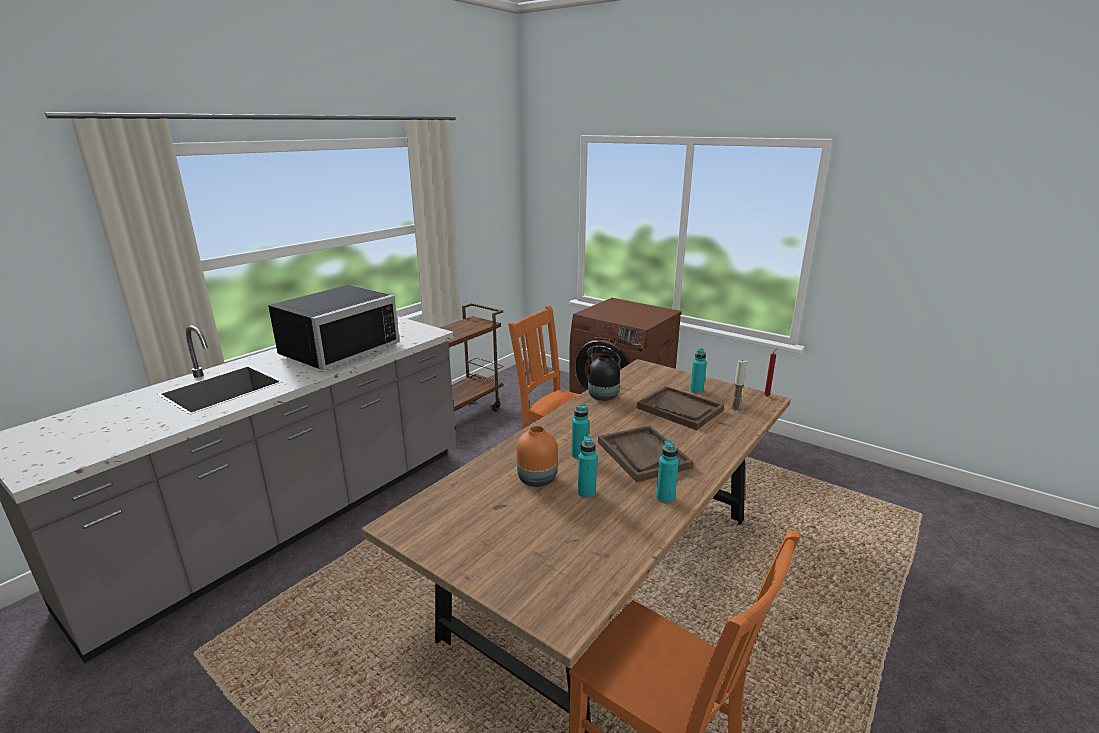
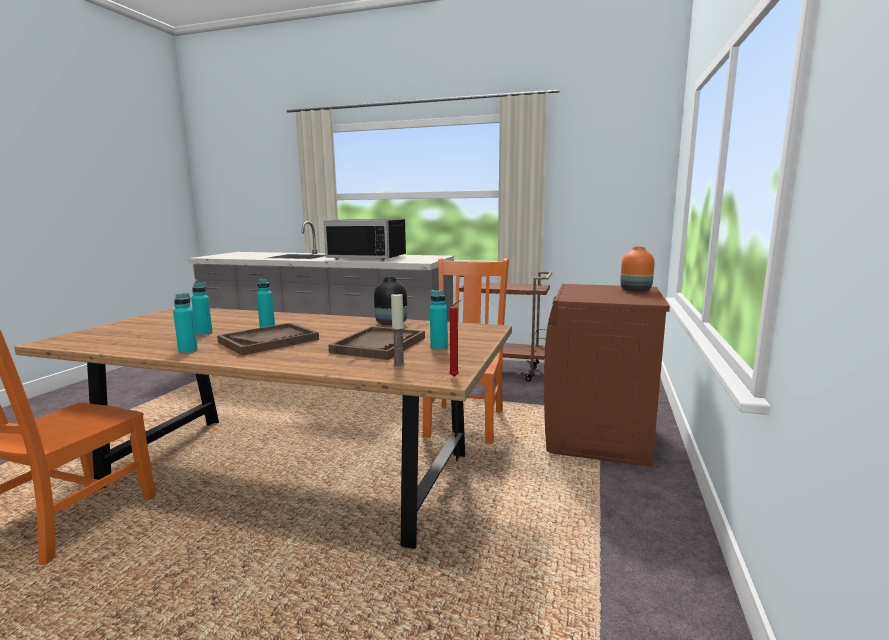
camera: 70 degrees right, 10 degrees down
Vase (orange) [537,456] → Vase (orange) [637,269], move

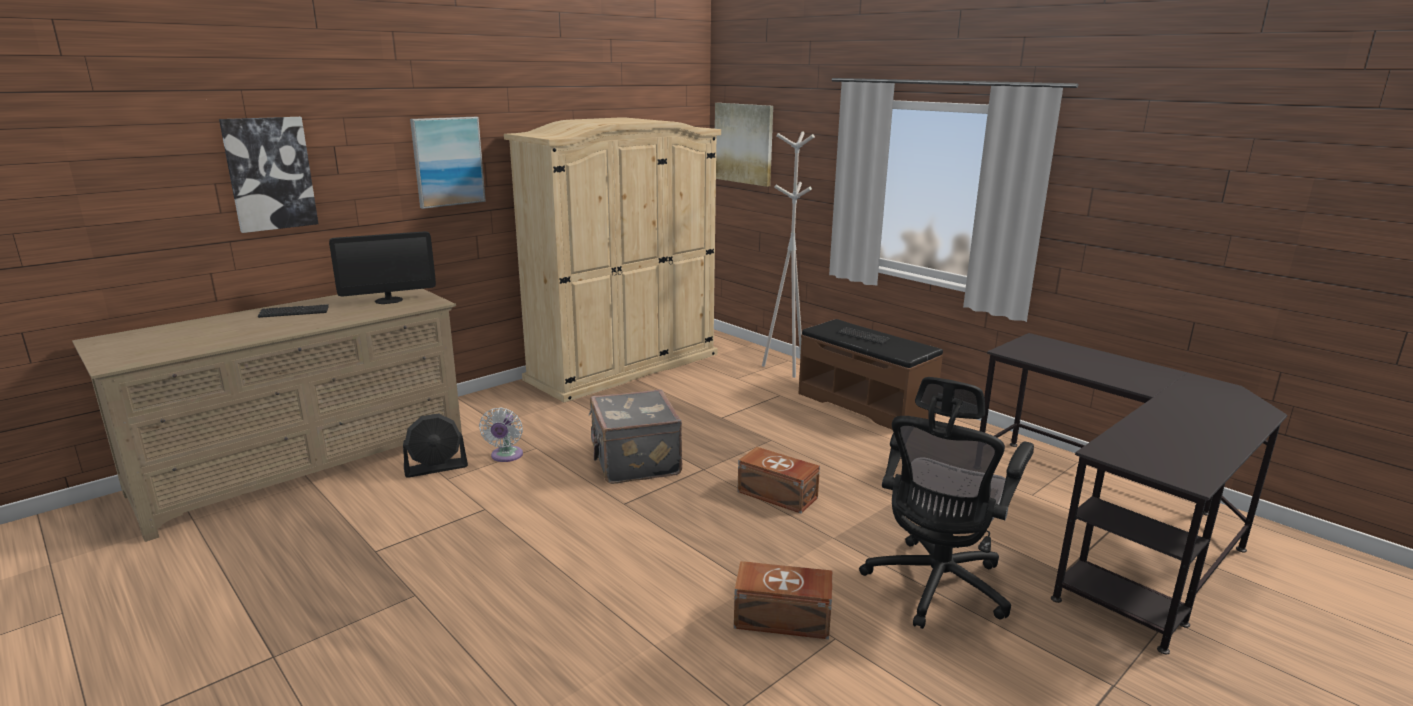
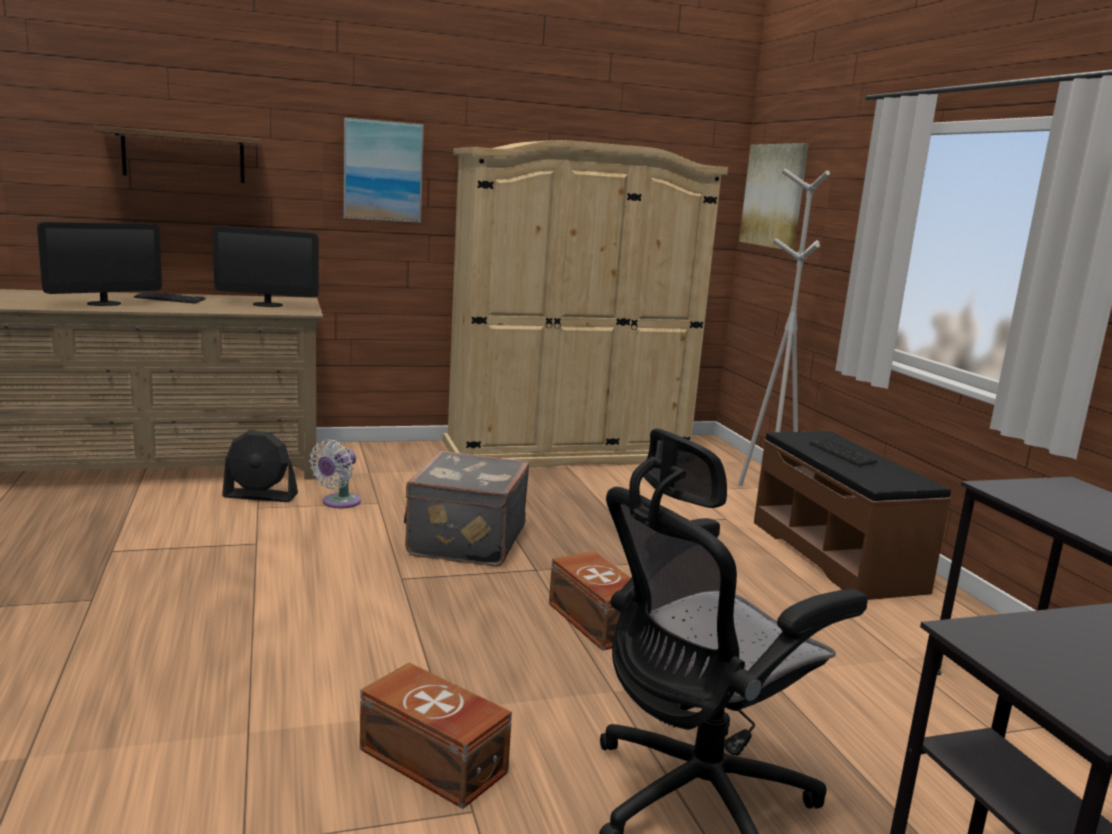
camera: 25 degrees right, 5 degrees down
Bild [269,175] → Wandregal [177,154]
- → Monitor [99,264]

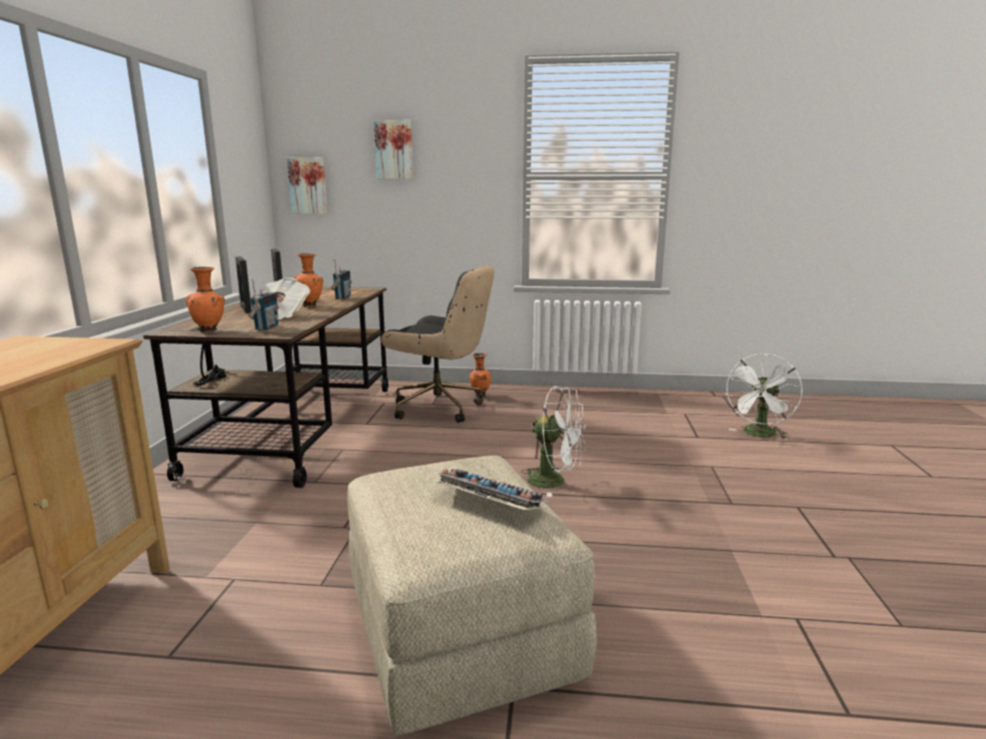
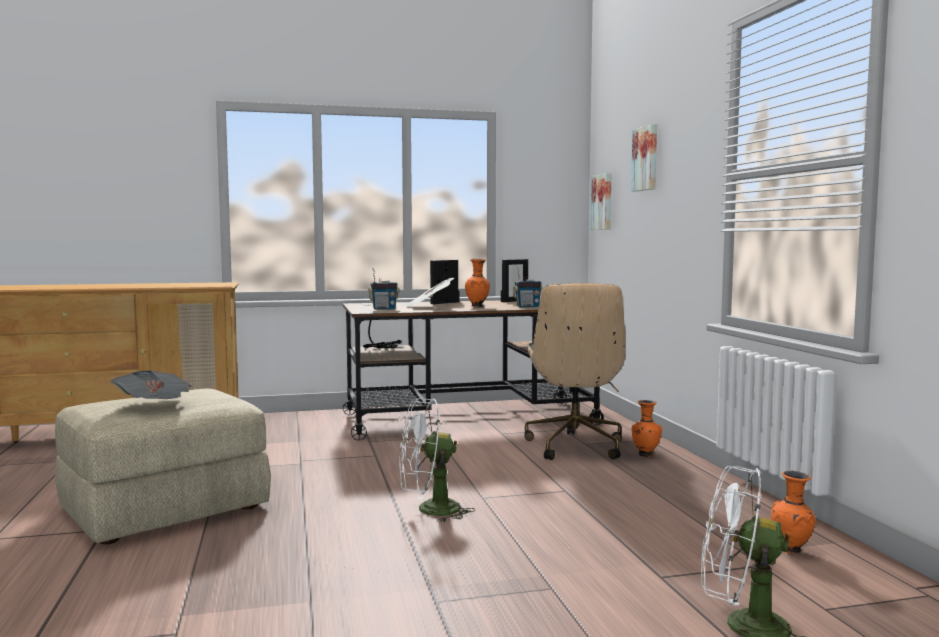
camera: 70 degrees right, 10 degrees down
Vase (orange) [205,300] → Vase (orange) [793,512], move
Ventilator (weiß) [553,441] → Ventilator (weiß) [437,460], 75 degrees clockwise
Tastatur [489,489] → Zeitung [151,384]

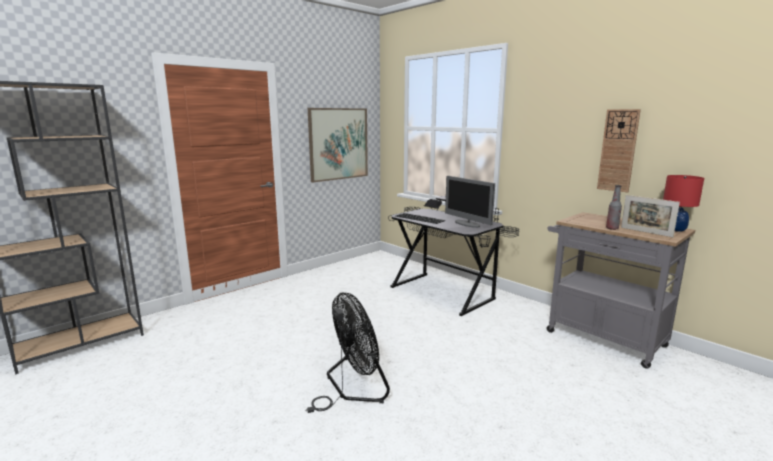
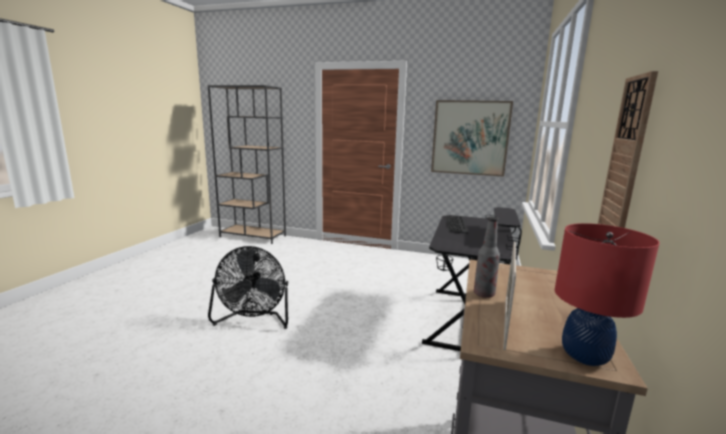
camera: 60 degrees right, 0 degrees up
Monitor [470,202] → -
Ventilator (schwarz) [348,352] → Ventilator (schwarz) [248,287], 60 degrees clockwise

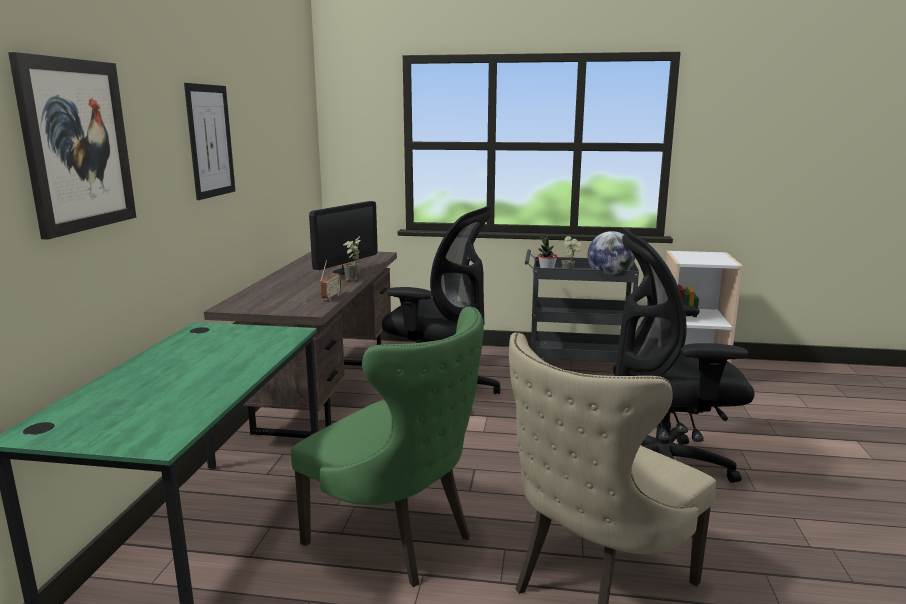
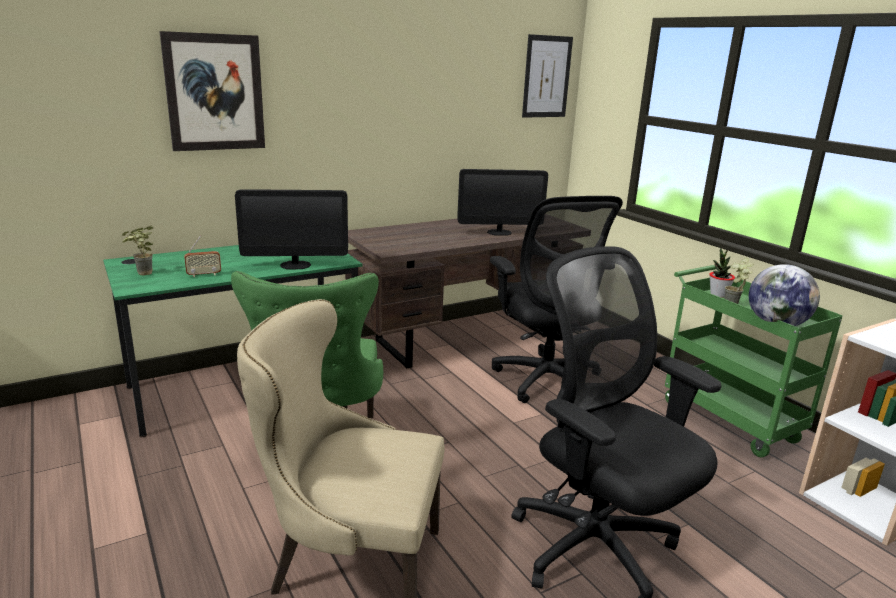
camera: 50 degrees right, 5 degrees up
Bild [209,141] → Bild [547,76], move
Topfpflanze [352,258] → Topfpflanze [138,250], move
Rollwagen (grau) [582,312] → Rollwagen (grün) [753,360]
Radio [330,280] → Radio [202,256], move
- → Monitor [291,229]

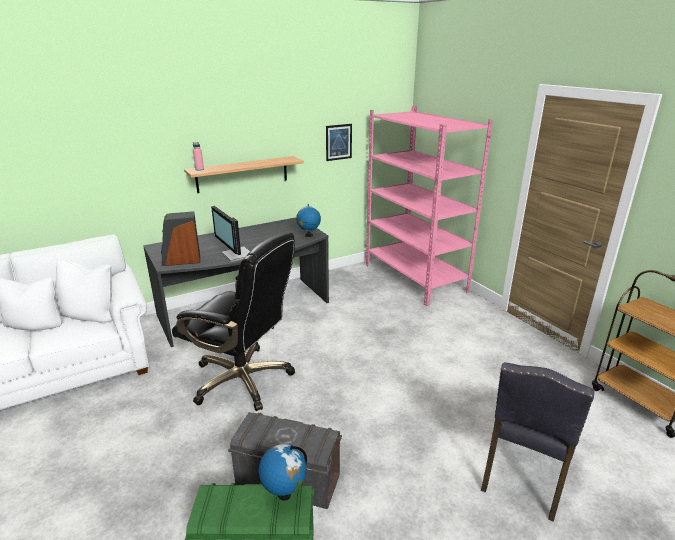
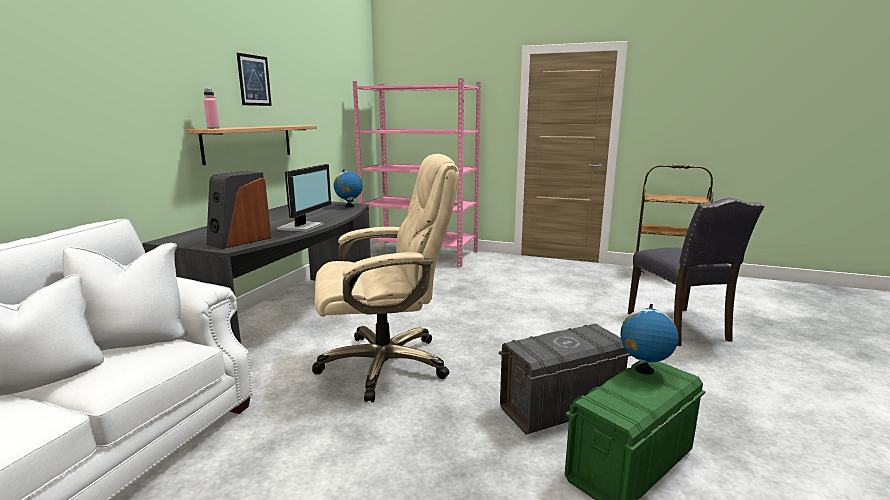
camera: 40 degrees left, 10 degrees down
Bild [339,142] → Bild [254,79], move
Monitor [230,234] → Monitor [304,198], 90 degrees counterclockwise
Bürostuhl (schwarz) [233,321] → Bürostuhl (beige) [385,278]

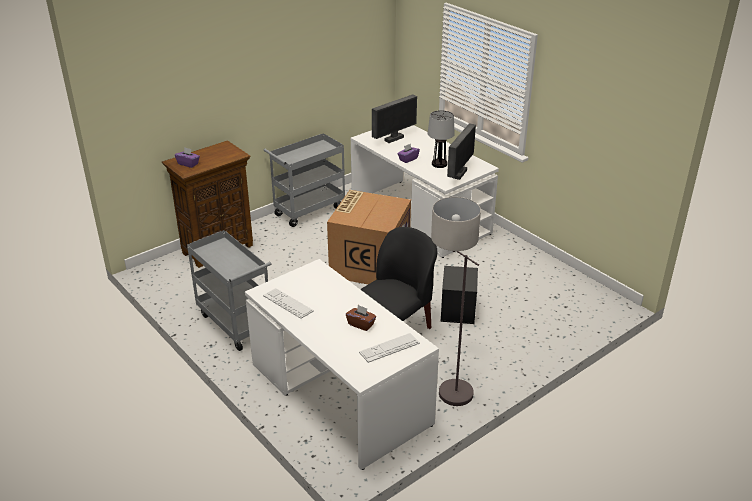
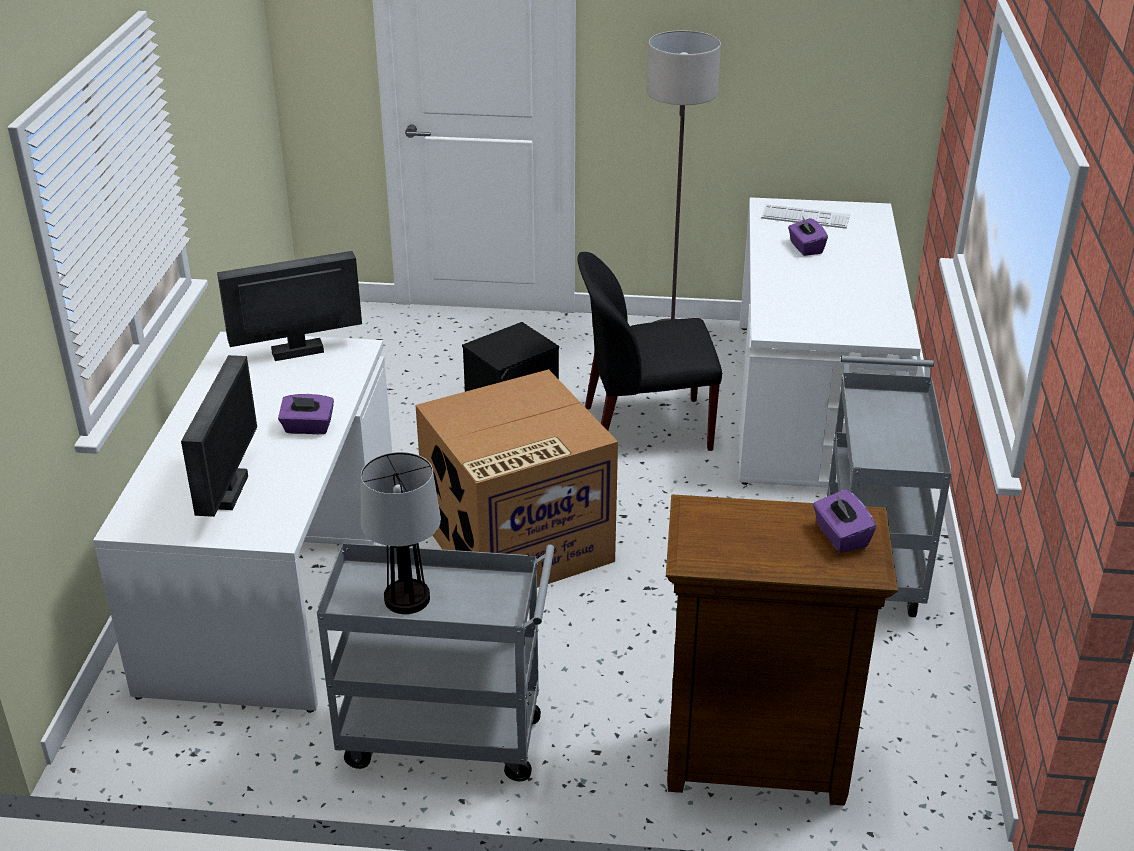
camera: 135 degrees left, 0 degrees up
Monitor [394,118] → Monitor [219,436], 90 degrees clockwise
Tischlampe [441,139] → Tischlampe [401,533], move
Tastatur [288,303] → -
Taschentuchbox (braun) [361,318] → Taschentuchbox (lila) [808,236]

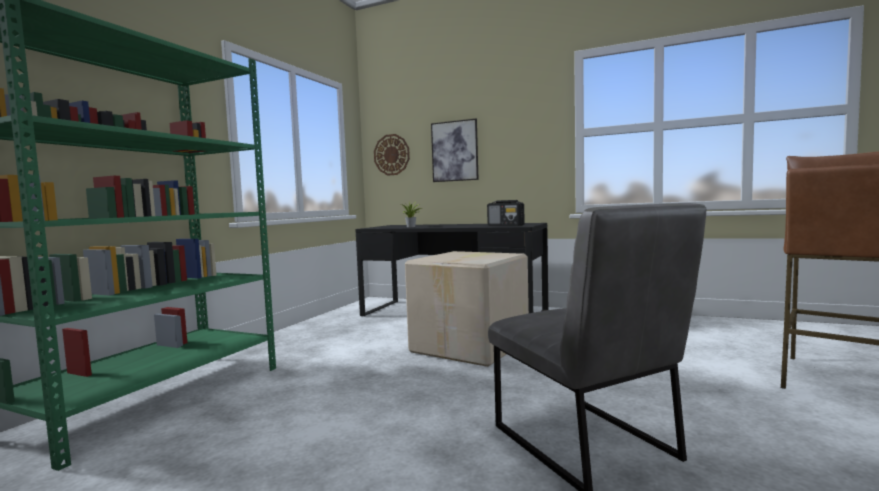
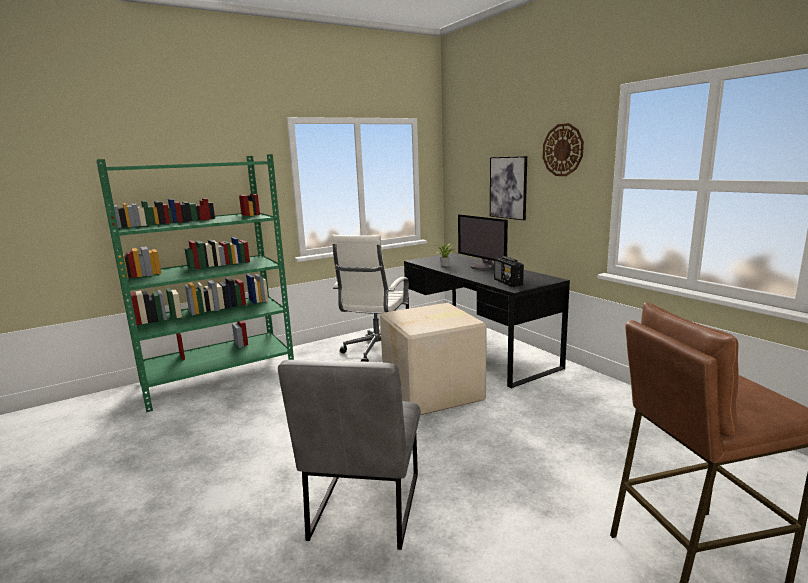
camera: 35 degrees right, 10 degrees up
Wanduhr [392,154] → Wanduhr [563,149], move
- → Monitor [483,241]
- → Bürostuhl (weiß) [370,298]

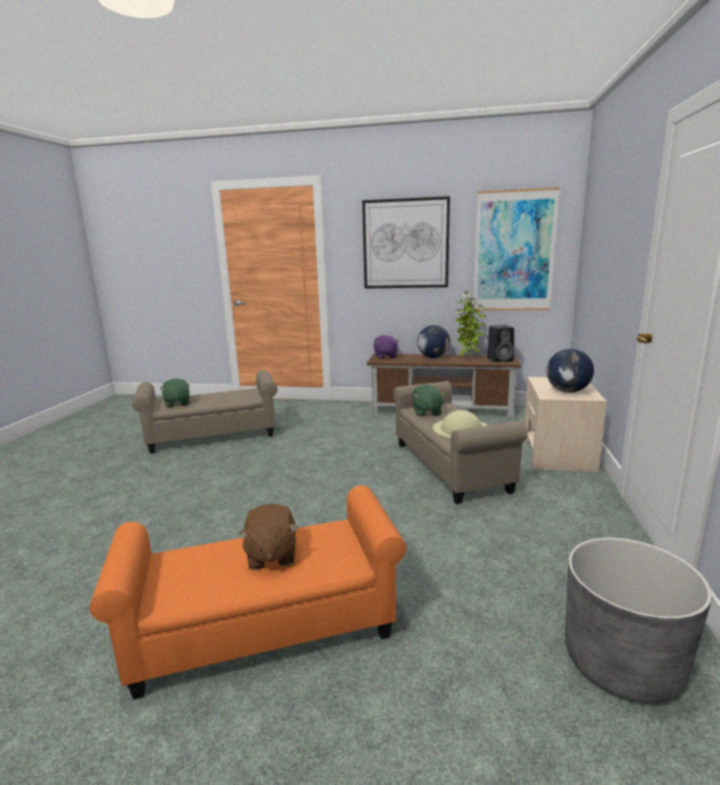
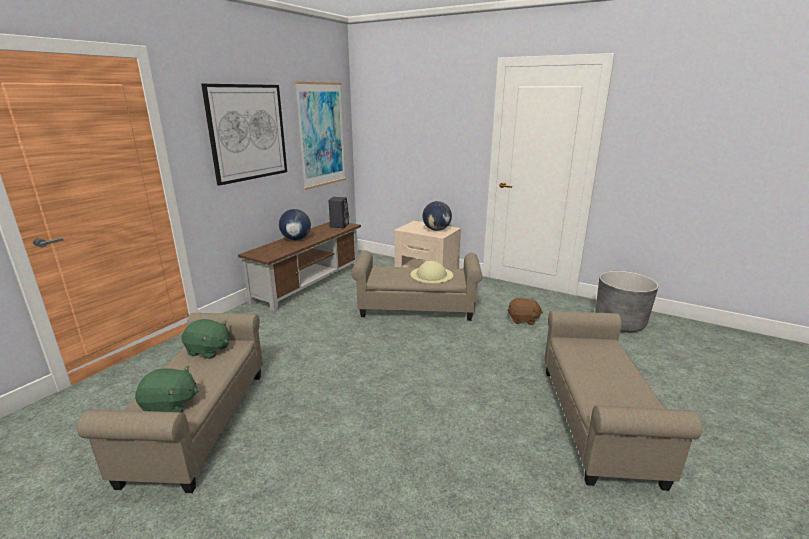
camera: 70 degrees left, 5 degrees up
Topfpflanze [471,324] → -
Plüschtier (lila) [386,347] → -
Plüschtier (grün) [428,400] → Plüschtier (grün) [205,339], move
Polsterhocker (orange) [248,592] → Polsterhocker (beige) [623,401]
Plüschtier (braun) [268,537] → Plüschtier (braun) [525,311], move

